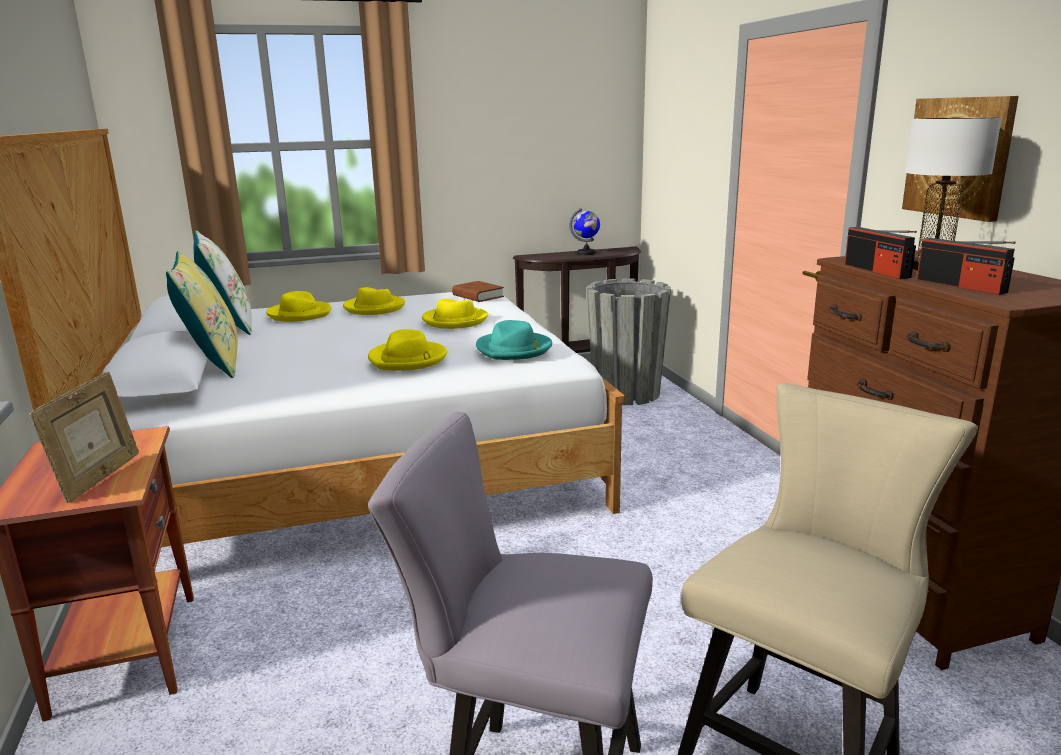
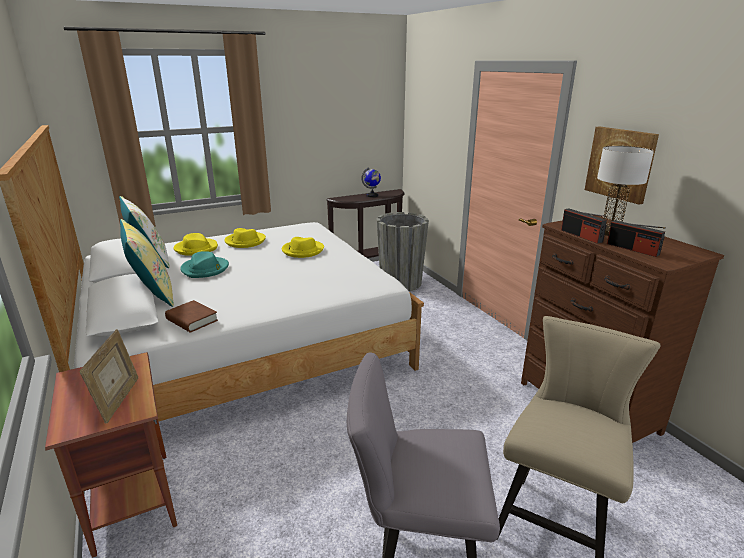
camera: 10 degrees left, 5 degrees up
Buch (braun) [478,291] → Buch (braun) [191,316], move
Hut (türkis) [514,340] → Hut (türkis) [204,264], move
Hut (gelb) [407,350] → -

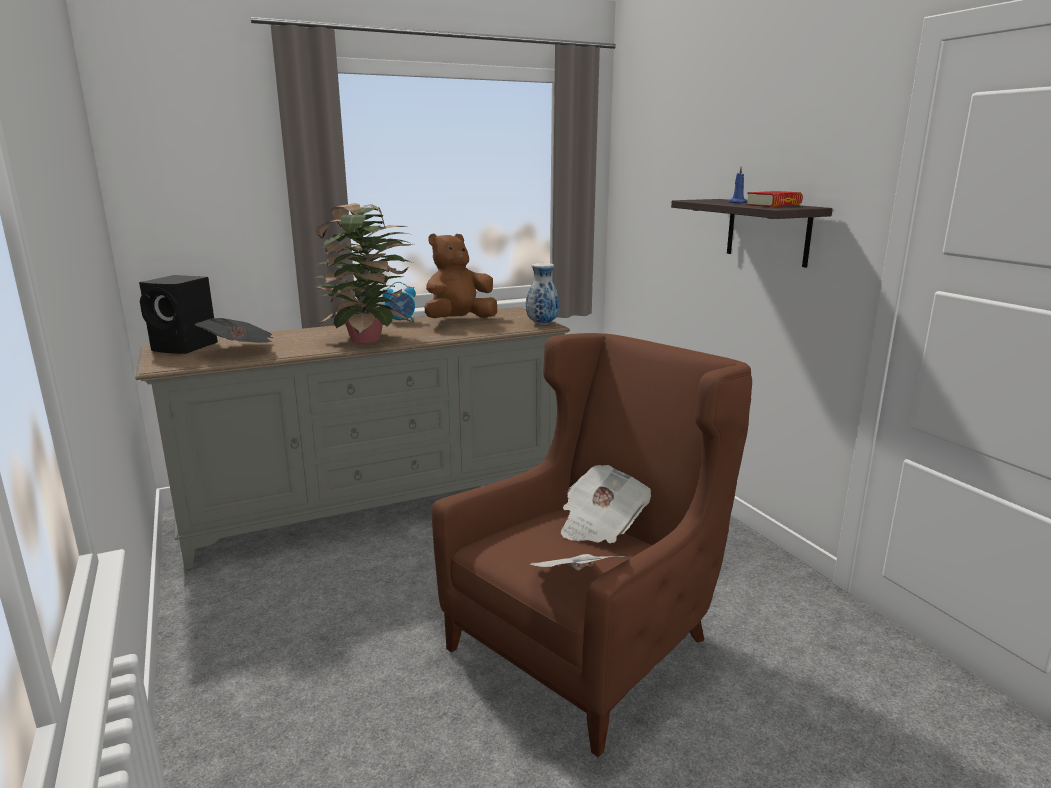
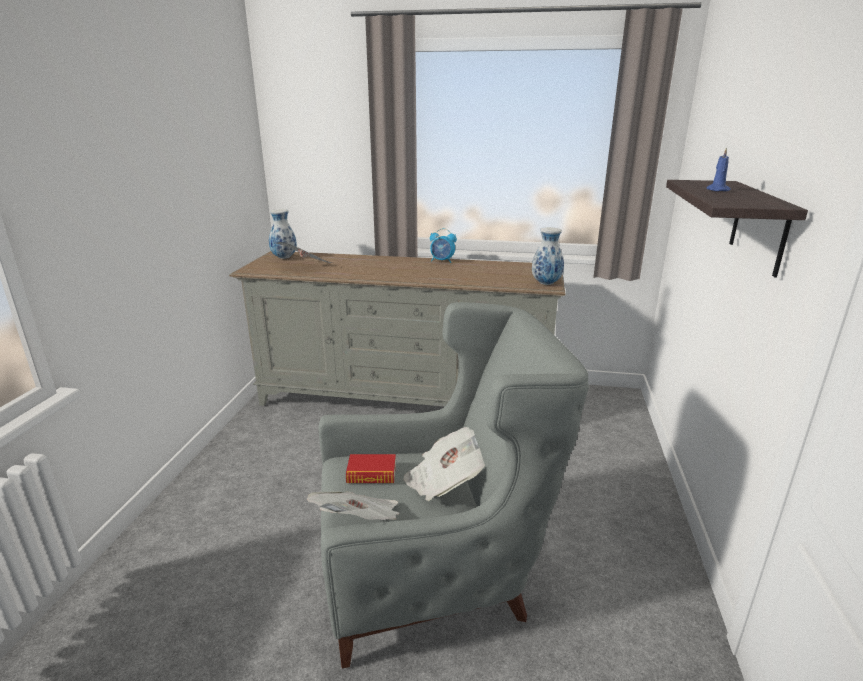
camera: 35 degrees right, 5 degrees up
Buch [774,199] → Buch [371,468], move
Topfpflanze [364,273] → -
Plüschtier (braun) [461,275] → -
Lautsprecher (schwarz) [178,314] → Vase [283,234]
Sessel (braun) [592,545] → Sessel (grau) [453,485]

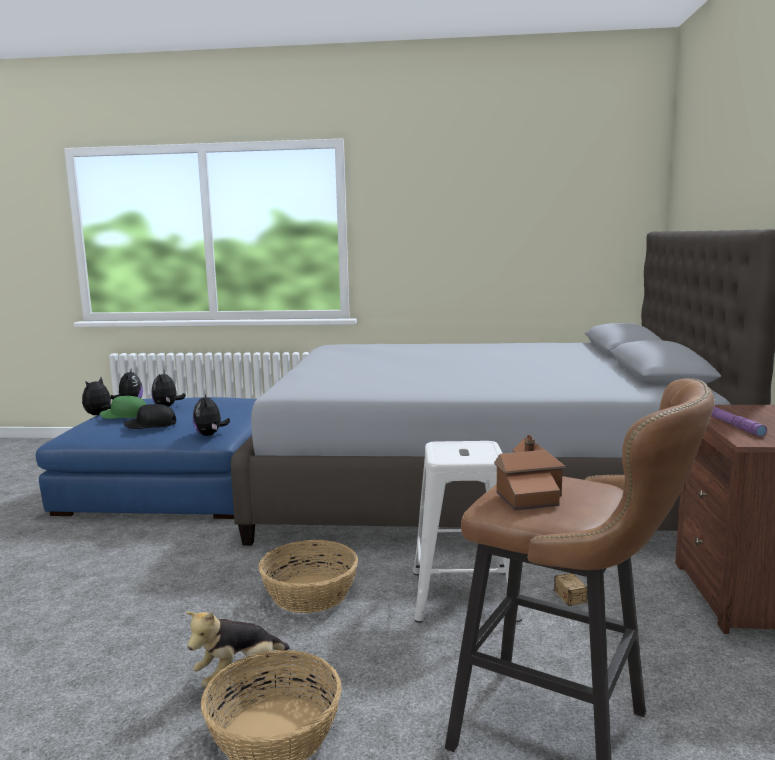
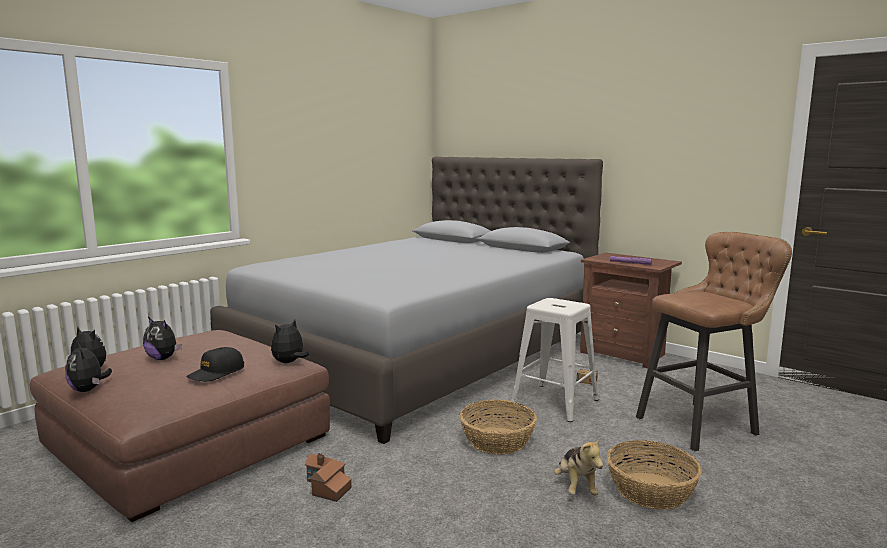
camera: 55 degrees left, 0 degrees up
Plüschtier [211,414] → Plüschtier [290,341], 105 degrees clockwise
Kappe (grün) [123,407] → -
Polsterhocker (blau) [146,458] → Polsterhocker (braun) [180,426]
Spielzeughaus [529,473] → Spielzeughaus [328,477], move

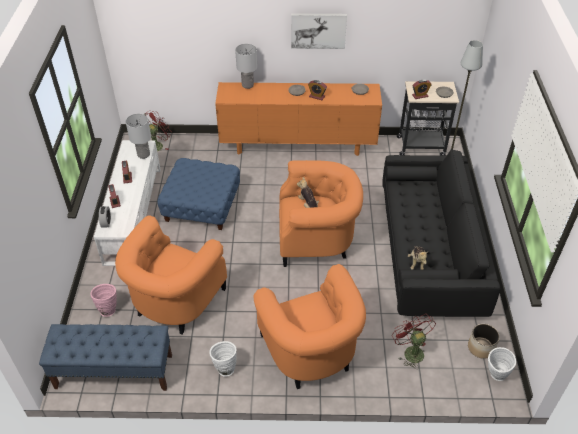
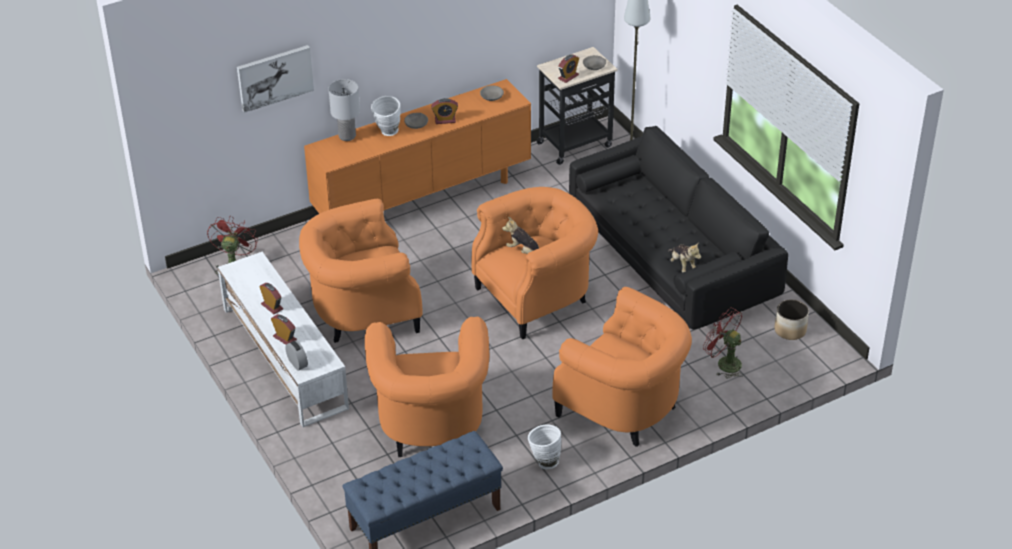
camera: 30 degrees left, 5 degrees down
Bild [319,31] → Bild [275,79], move
Tischlampe (grau) [138,136] → -
Polsterhocker (blau) [198,194] → Sessel (orange) [361,271]
Vase (rosa) [104,300] → -
Vase (weiß) [502,364] → Vase (weiß) [386,116], move

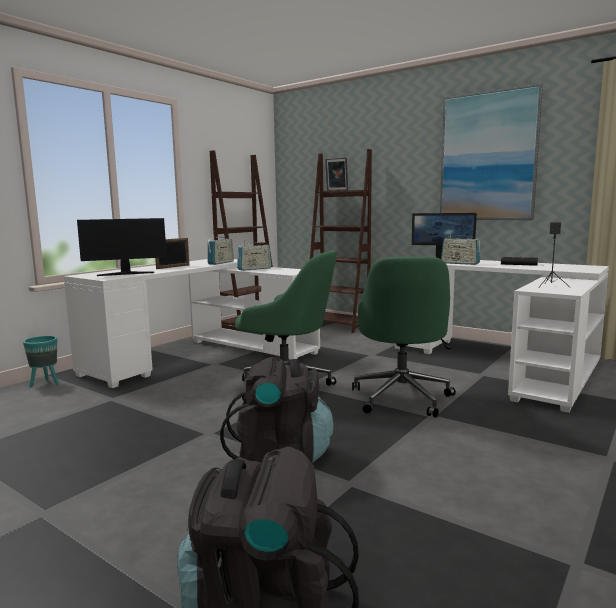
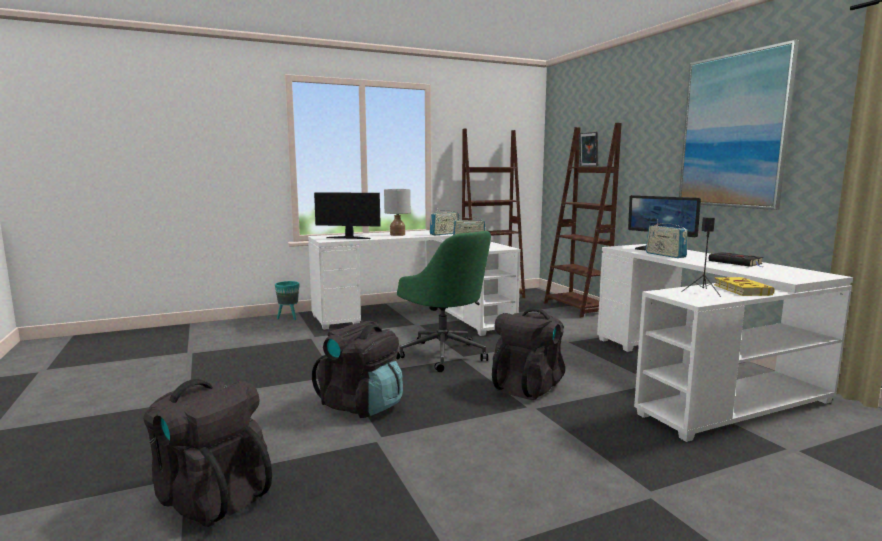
camera: 30 degrees right, 0 degrees up
Bilderrahmen [172,253] → Tischlampe (grau) [397,212]
Bürostuhl (grün) [404,337] → Rucksack (schwarz) [528,354]
- → Buch (gelb) [745,286]

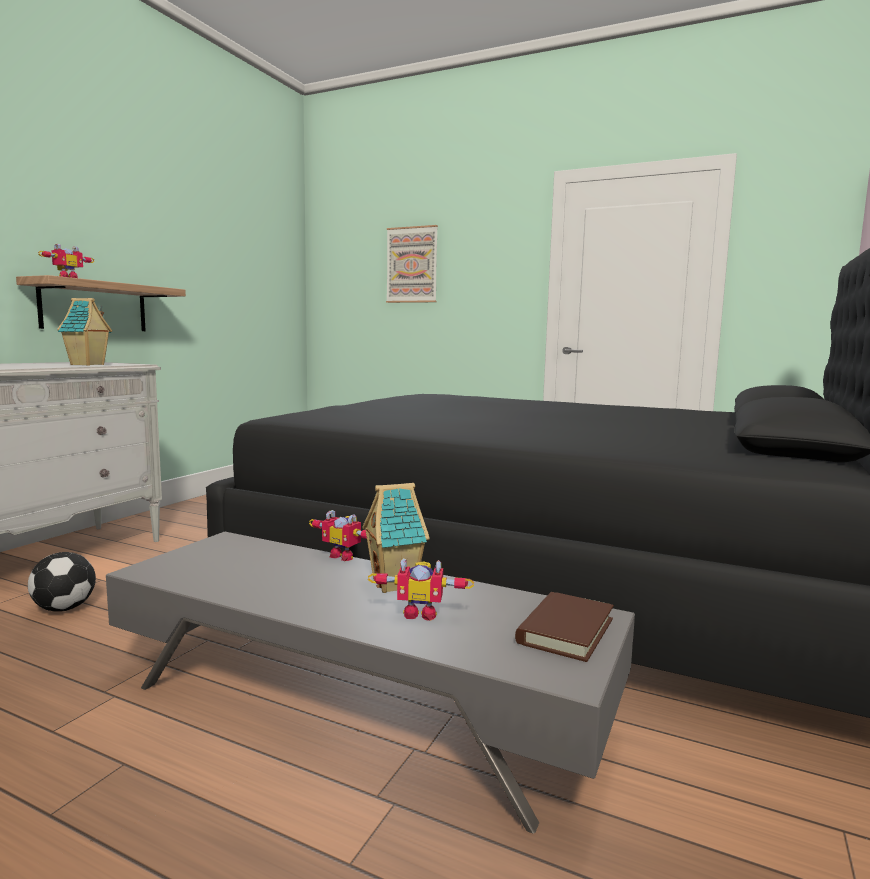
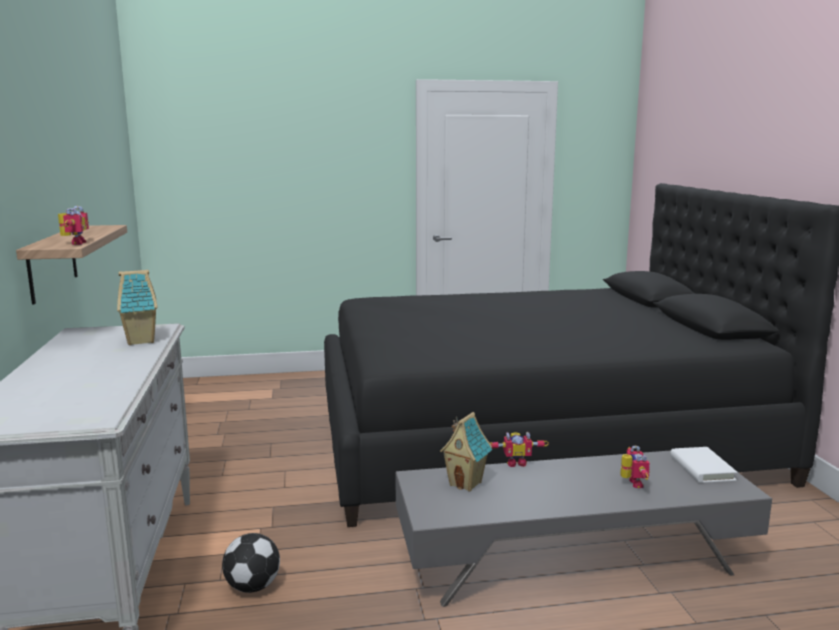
camera: 35 degrees left, 5 degrees up
Bild [412,264] → -
Spielzeughaus [396,538] → Spielzeughaus [466,452], move
Spielzeugroboter [421,589] → Spielzeugroboter [635,466], 60 degrees counterclockwise
Buch (braun) [564,627] → Buch (weiß) [704,465]

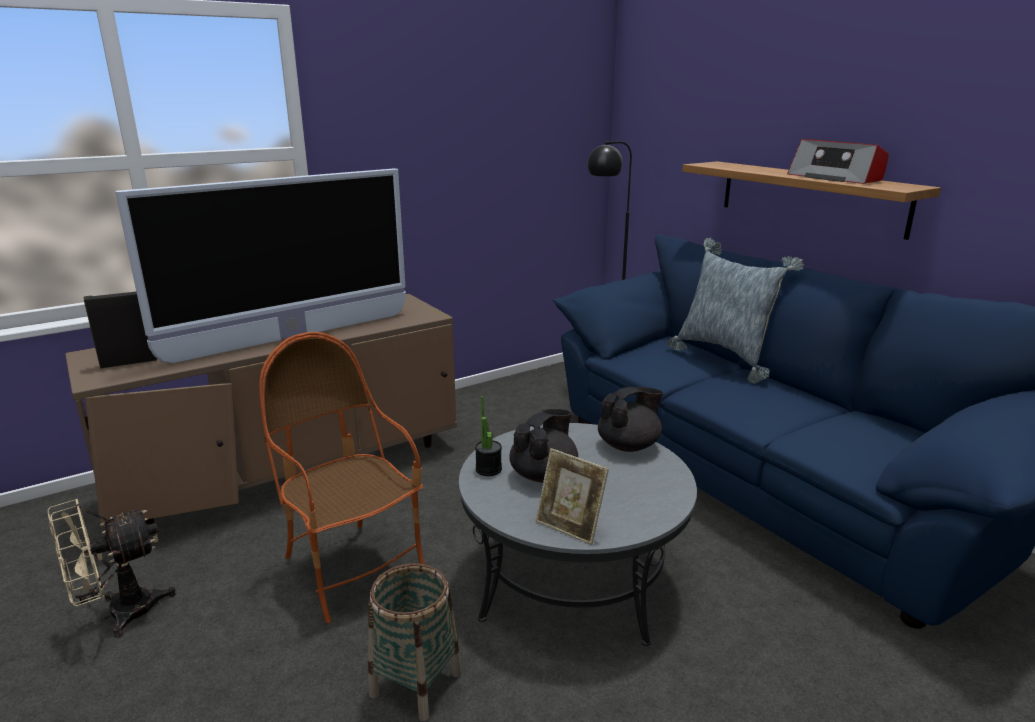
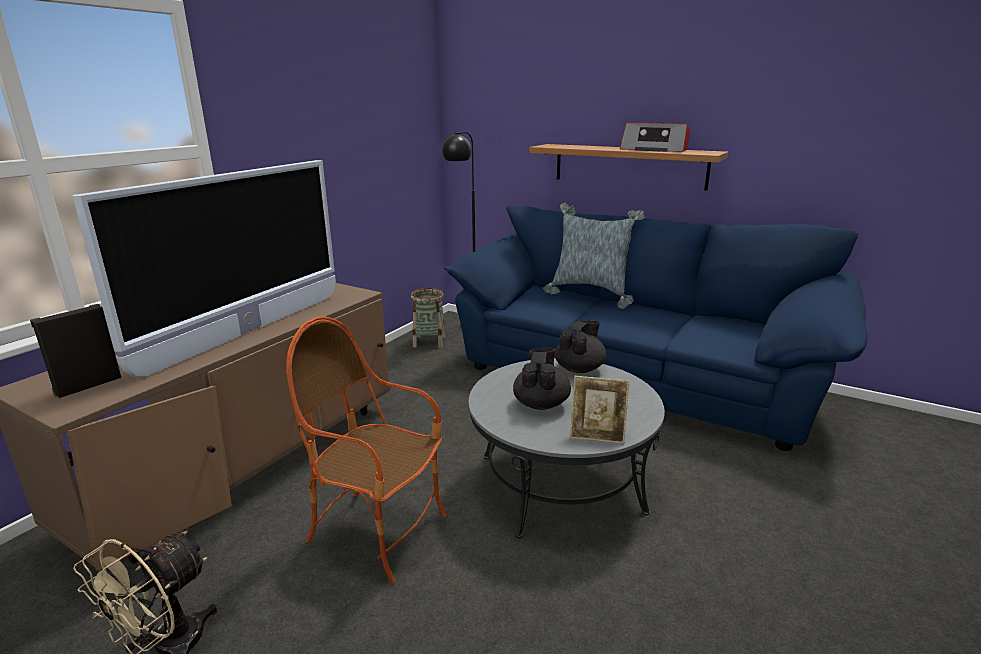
camera: 25 degrees left, 0 degrees up
Topfpflanze [488,436] → -
Korb [414,642] → Korb [428,318], move

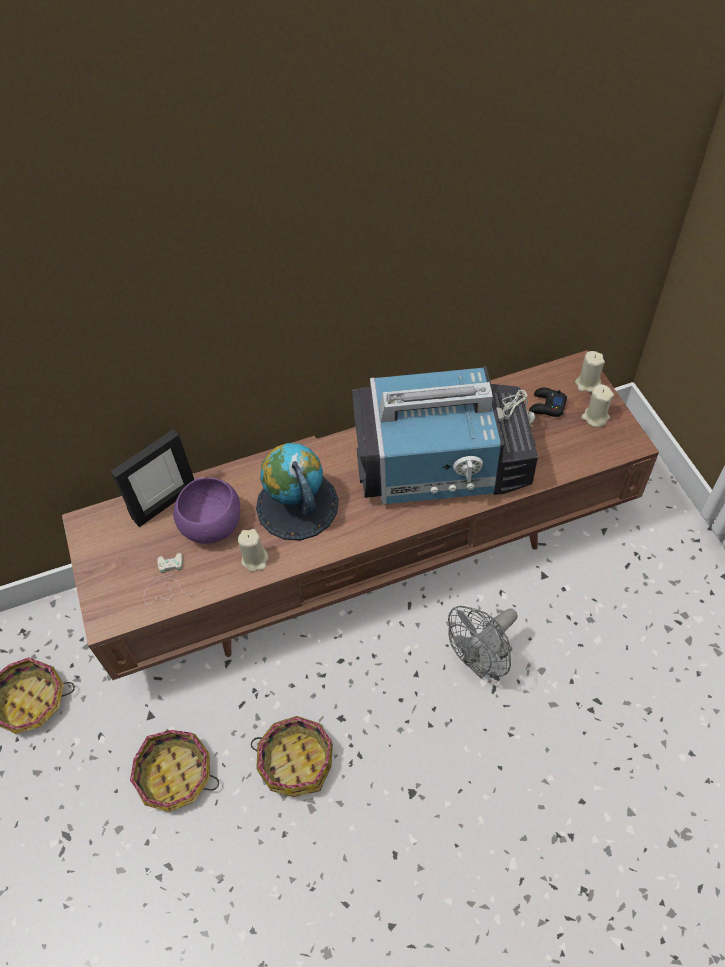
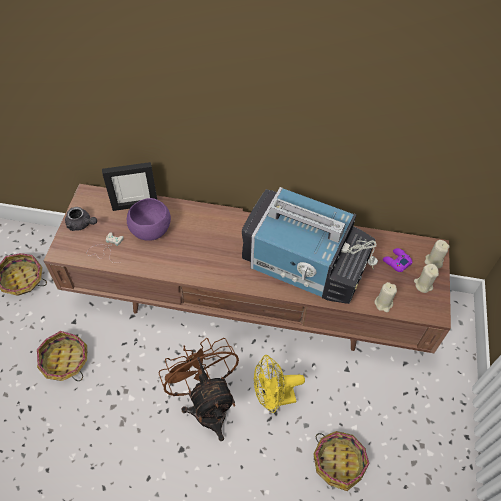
camera: 25 degrees right, 0 degrees up
Gamepad (schwarz) [548,402] → Gamepad (lila) [397,260]
Globus [297,491] → -
Kerze (beige) [253,550] → Kerze (beige) [386,297], move
Ventilator (grau) [483,642] → Ventilator (gelb) [279,384]
Korb [292,756] → Korb [341,461], move
- → Teekanne (grau) [81,219]
- → Ventilator (braun) [199,389]

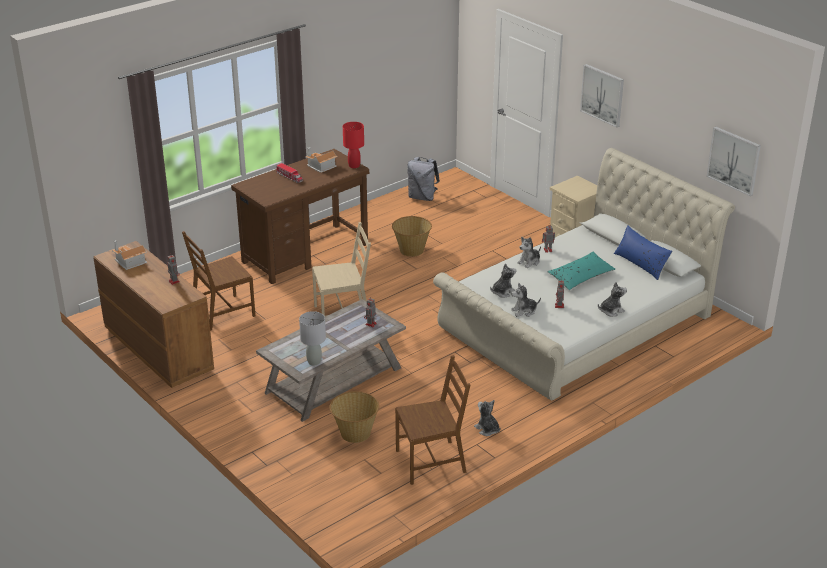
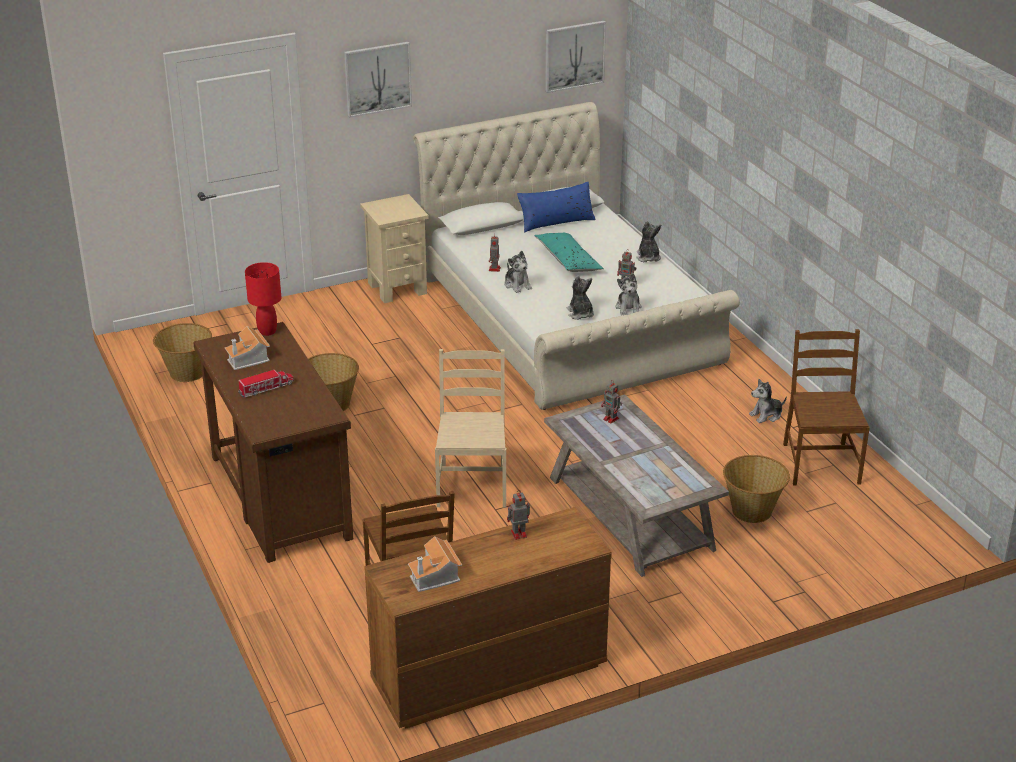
camera: 75 degrees left, 0 degrees up
Rucksack (grau) [423,179] → Korb [182,352]
Tischlampe (grau) [312,338] → -

